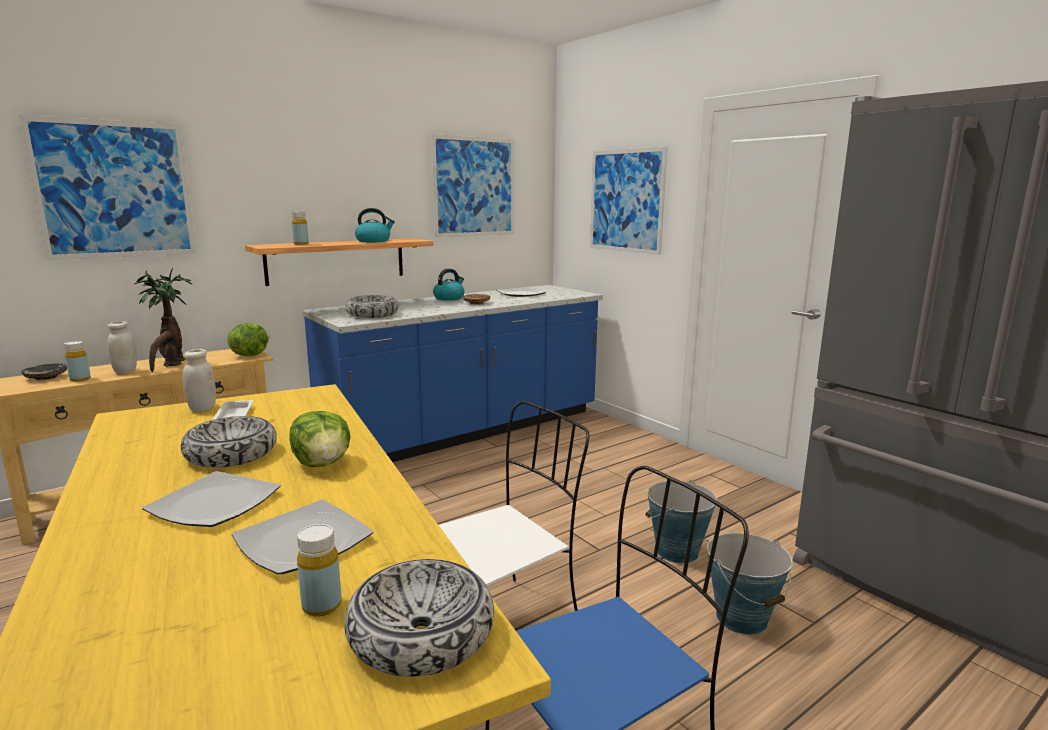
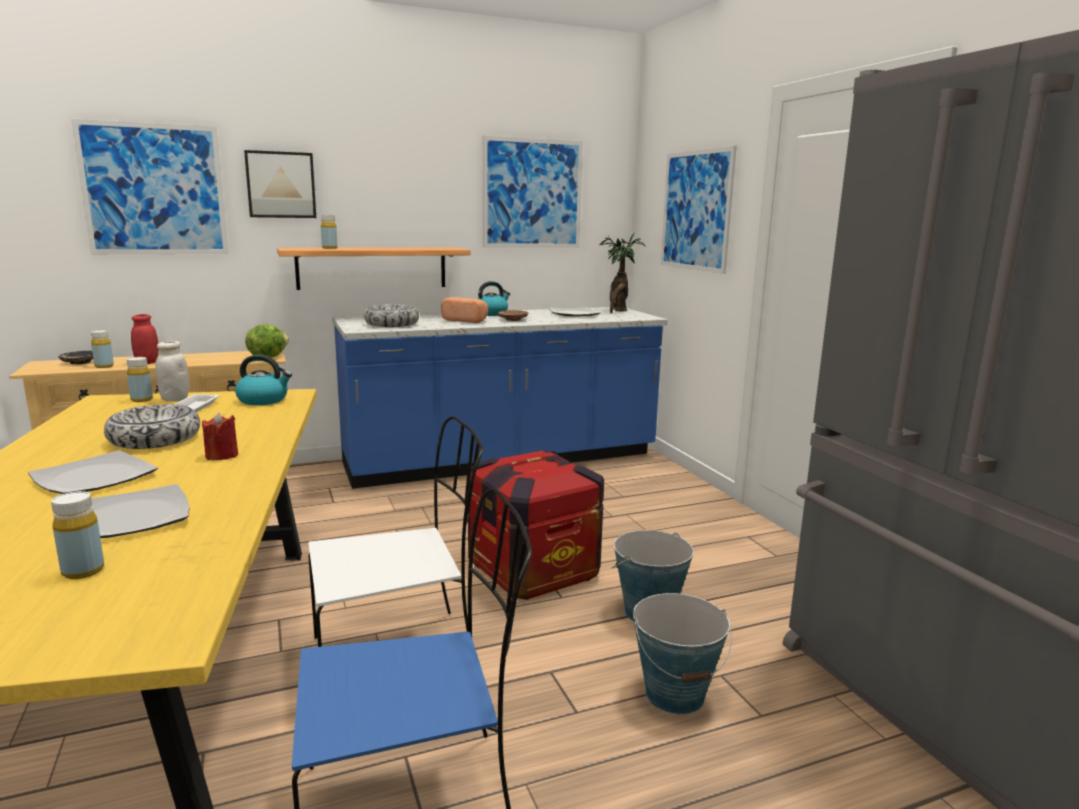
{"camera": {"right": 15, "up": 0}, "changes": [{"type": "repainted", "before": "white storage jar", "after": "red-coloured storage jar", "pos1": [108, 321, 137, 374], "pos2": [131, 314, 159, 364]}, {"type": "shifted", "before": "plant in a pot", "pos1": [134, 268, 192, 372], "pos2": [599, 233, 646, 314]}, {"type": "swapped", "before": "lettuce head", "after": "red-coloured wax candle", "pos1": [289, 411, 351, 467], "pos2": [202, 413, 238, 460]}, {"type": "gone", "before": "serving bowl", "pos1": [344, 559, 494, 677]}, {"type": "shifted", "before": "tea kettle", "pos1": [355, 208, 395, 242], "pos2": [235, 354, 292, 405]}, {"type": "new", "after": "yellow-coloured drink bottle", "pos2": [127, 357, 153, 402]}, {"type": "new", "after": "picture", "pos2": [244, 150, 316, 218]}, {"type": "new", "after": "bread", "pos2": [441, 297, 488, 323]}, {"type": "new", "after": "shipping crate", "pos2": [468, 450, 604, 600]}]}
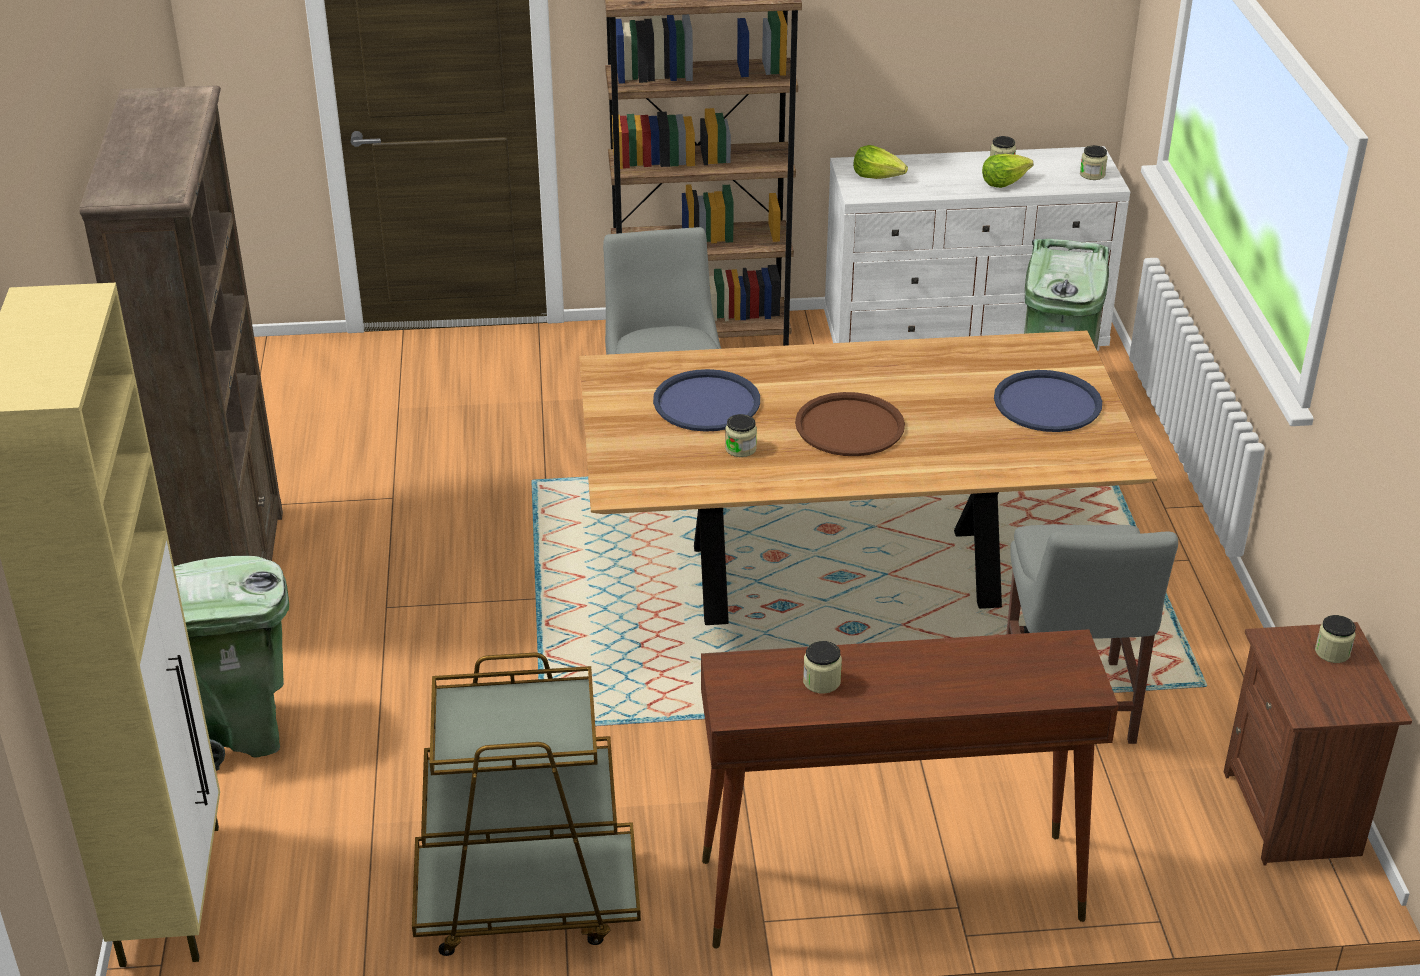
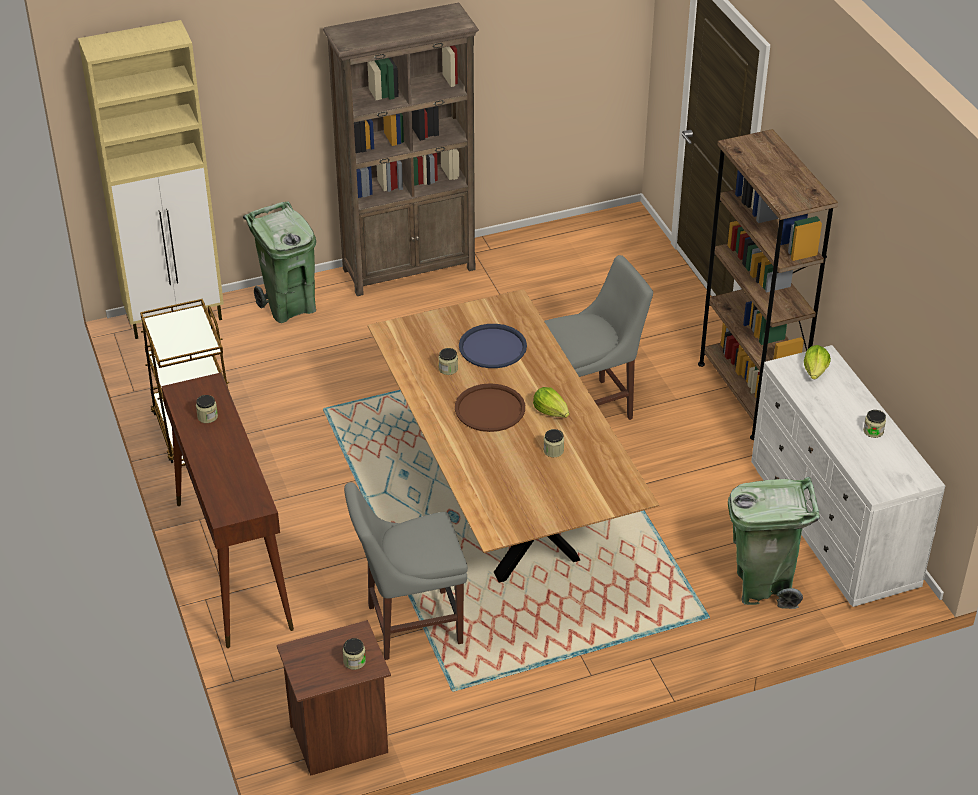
{"camera": {"right": 75, "up": 5}, "changes": [{"type": "shifted", "before": "lettuce head", "pos1": [982, 154, 1034, 188], "pos2": [533, 387, 569, 418]}, {"type": "gone", "before": "blue tray", "pos1": [994, 370, 1102, 432]}, {"type": "shifted", "before": "storage jar", "pos1": [1080, 145, 1108, 180], "pos2": [544, 429, 564, 457]}]}
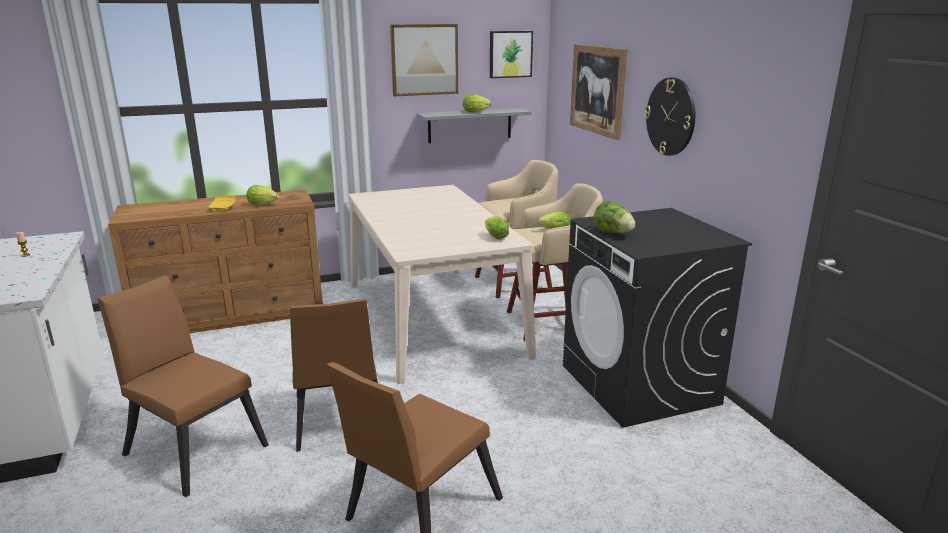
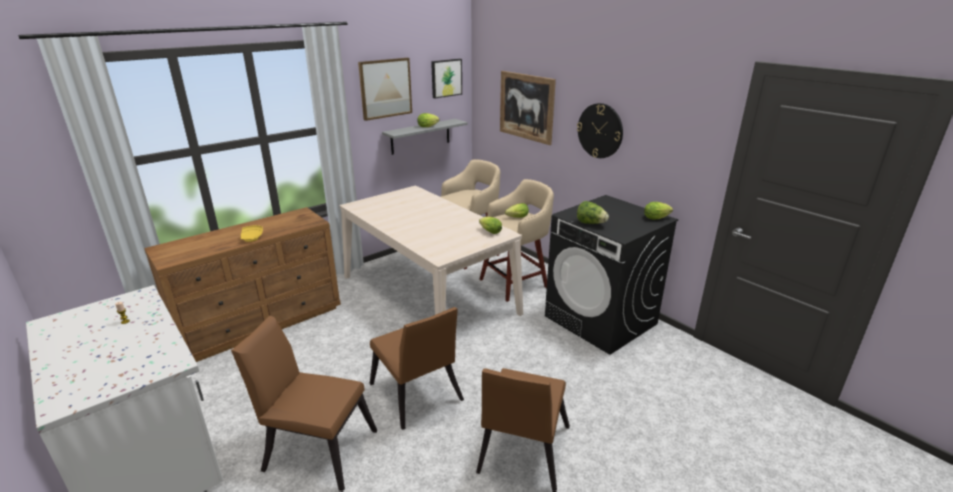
{"camera": {"right": -20, "up": 5}, "changes": [{"type": "shifted", "before": "lettuce head", "pos1": [246, 185, 279, 205], "pos2": [644, 202, 673, 219]}]}
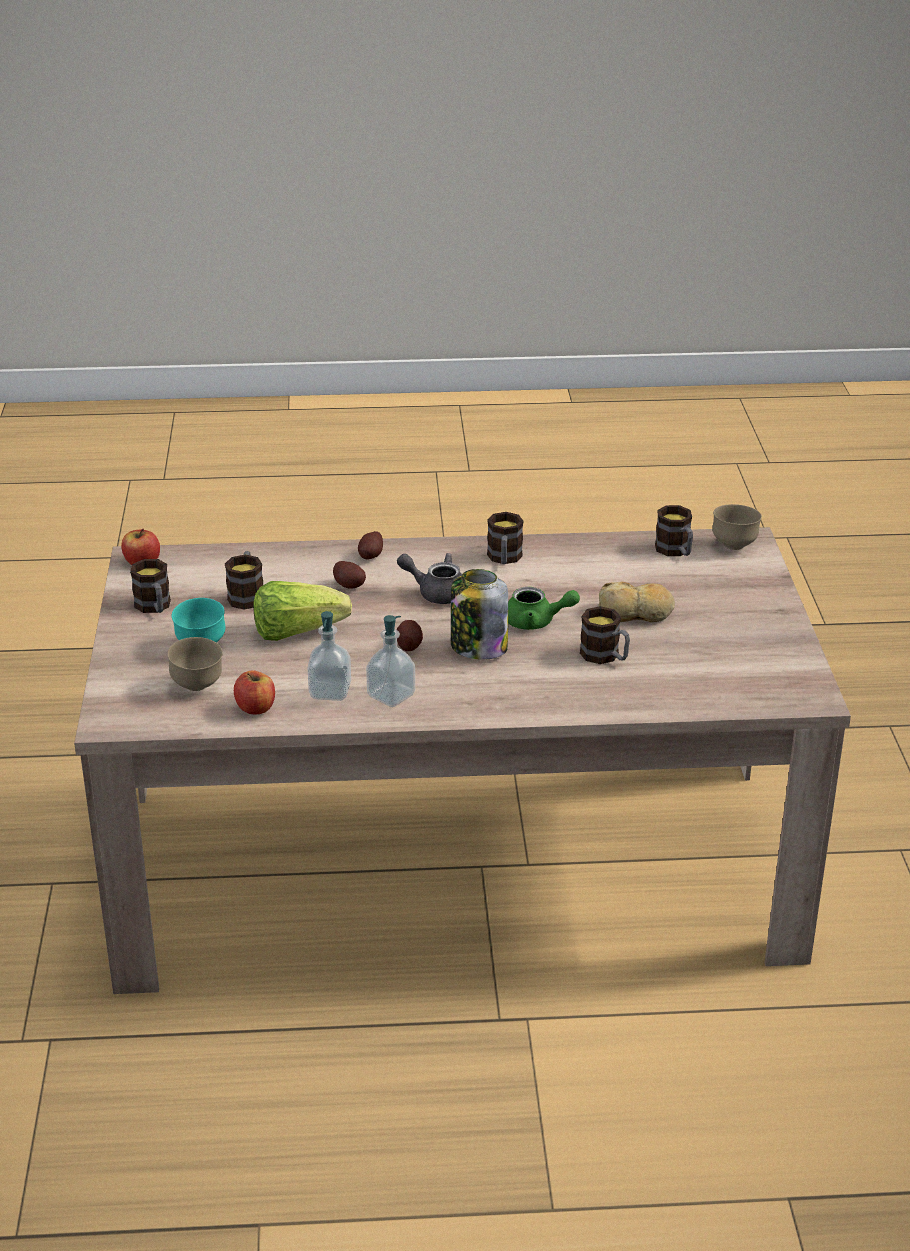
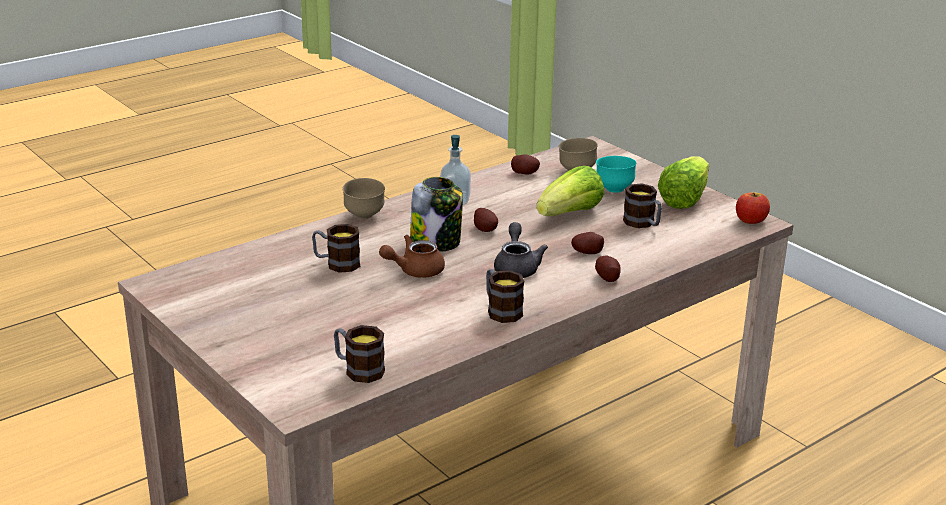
{"camera": {"right": 145, "up": -5}, "changes": [{"type": "swapped", "before": "coffee mug", "after": "lettuce head", "pos1": [130, 559, 171, 613], "pos2": [658, 156, 709, 209]}, {"type": "swapped", "before": "apple fruit", "after": "spud", "pos1": [234, 670, 275, 715], "pos2": [511, 154, 540, 175]}, {"type": "gone", "before": "liquid soap bottle", "pos1": [308, 611, 351, 701]}, {"type": "rotated", "before": "greyish pot for tea", "pos1": [397, 553, 462, 604], "pos2": [494, 222, 548, 278], "turn": -75}, {"type": "repainted", "before": "green pot for tea", "after": "brown pot for tea", "pos1": [508, 587, 580, 630], "pos2": [379, 235, 445, 278]}, {"type": "gone", "before": "bread", "pos1": [598, 582, 675, 622]}, {"type": "shifted", "before": "brown serving bowl", "pos1": [712, 504, 762, 550], "pos2": [342, 178, 385, 219]}]}
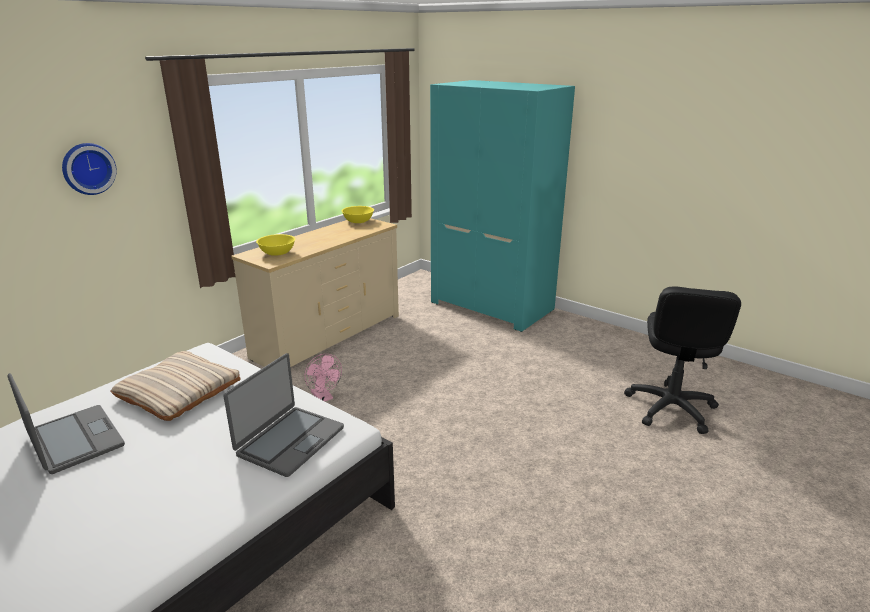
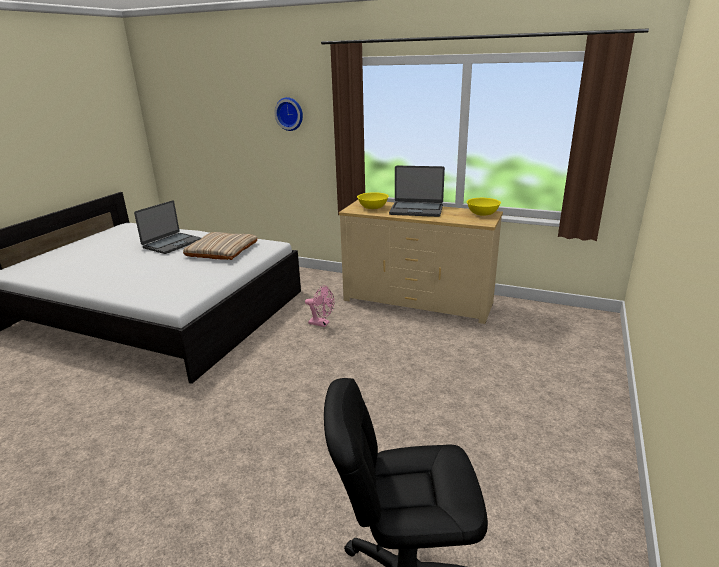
{"camera": {"right": 75, "up": 0}, "changes": [{"type": "shifted", "before": "portable computer", "pos1": [223, 353, 344, 477], "pos2": [389, 166, 445, 217]}, {"type": "rotated", "before": "pink cooling fan", "pos1": [304, 354, 342, 401], "pos2": [305, 285, 334, 327], "turn": -105}, {"type": "gone", "before": "blue-green clothes cupboard", "pos1": [430, 80, 575, 332]}]}
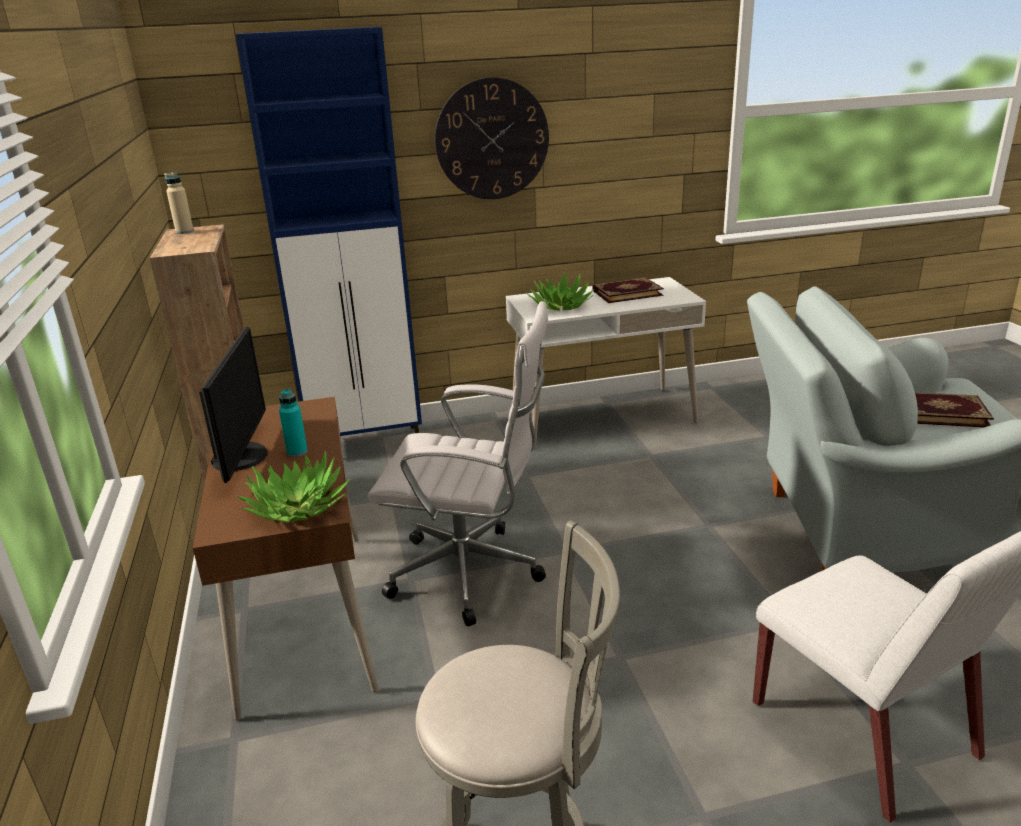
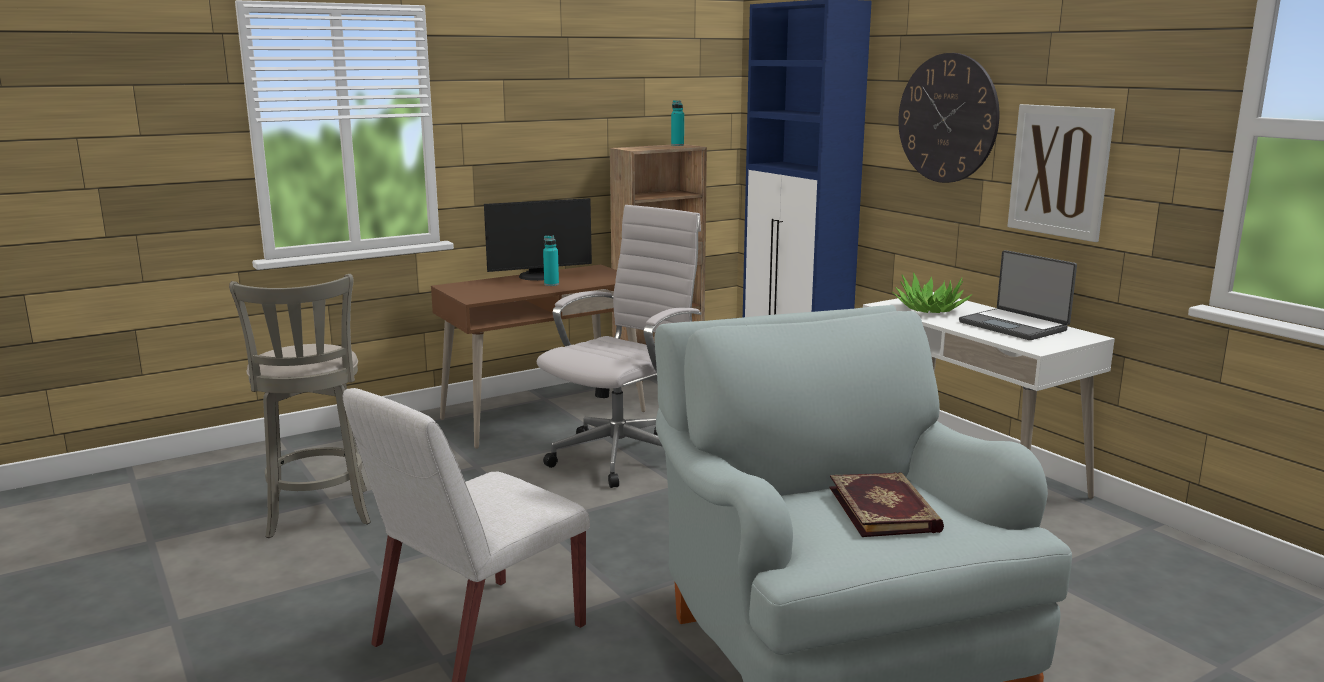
{"camera": {"right": 70, "up": -10}, "changes": [{"type": "repainted", "before": "sand-coloured drink bottle", "after": "blue-green drink bottle", "pos1": [164, 172, 194, 234], "pos2": [671, 100, 684, 146]}, {"type": "gone", "before": "plant in a pot", "pos1": [237, 451, 351, 523]}, {"type": "rotated", "before": "white office chair", "pos1": [367, 301, 548, 626], "pos2": [537, 205, 701, 488], "turn": -135}, {"type": "swapped", "before": "bound book", "after": "portable computer", "pos1": [592, 278, 664, 303], "pos2": [959, 250, 1077, 340]}, {"type": "new", "after": "picture", "pos2": [1007, 104, 1115, 242]}]}
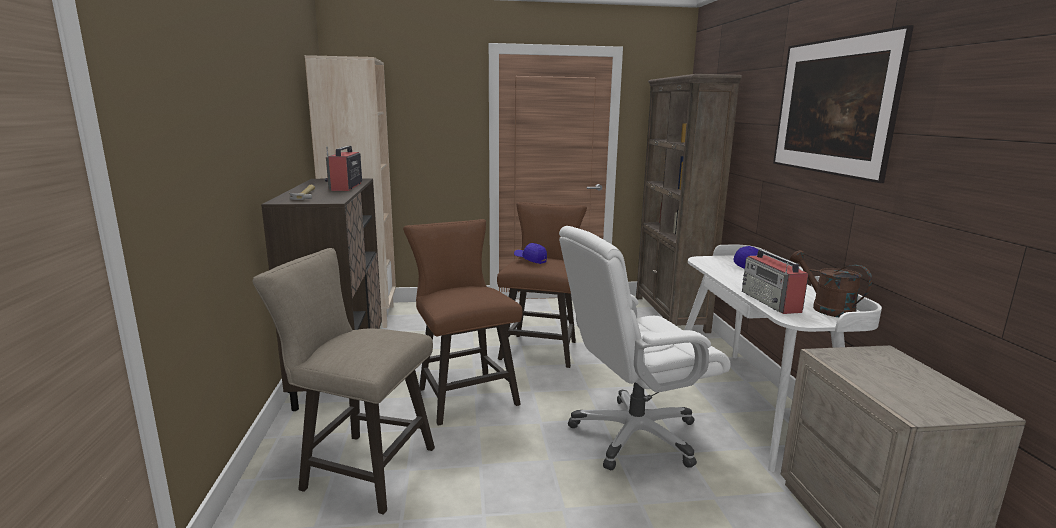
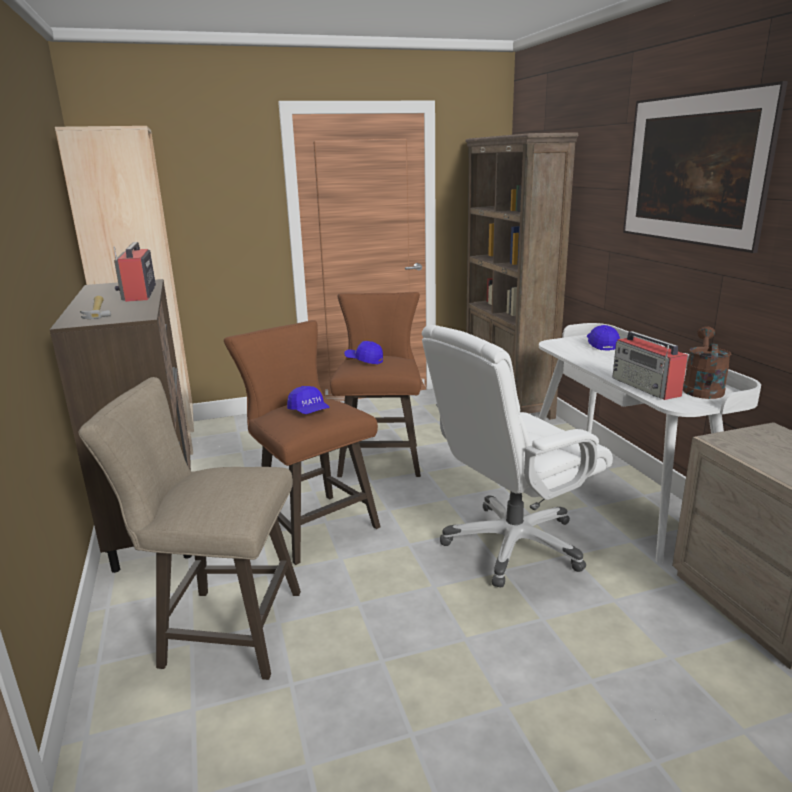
{"camera": {"right": -10, "up": 5}, "changes": [{"type": "rotated", "before": "brown watering pot", "pos1": [790, 250, 872, 317], "pos2": [683, 326, 732, 399], "turn": 60}, {"type": "new", "after": "blue baseball cap", "pos2": [287, 386, 330, 414]}]}
